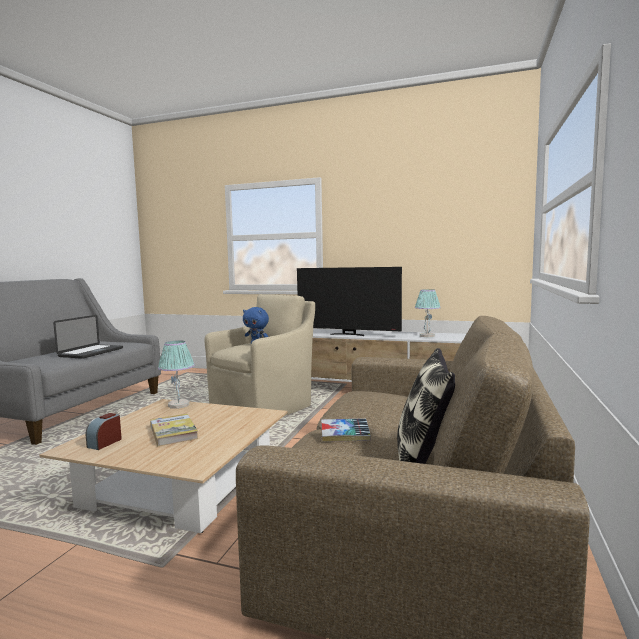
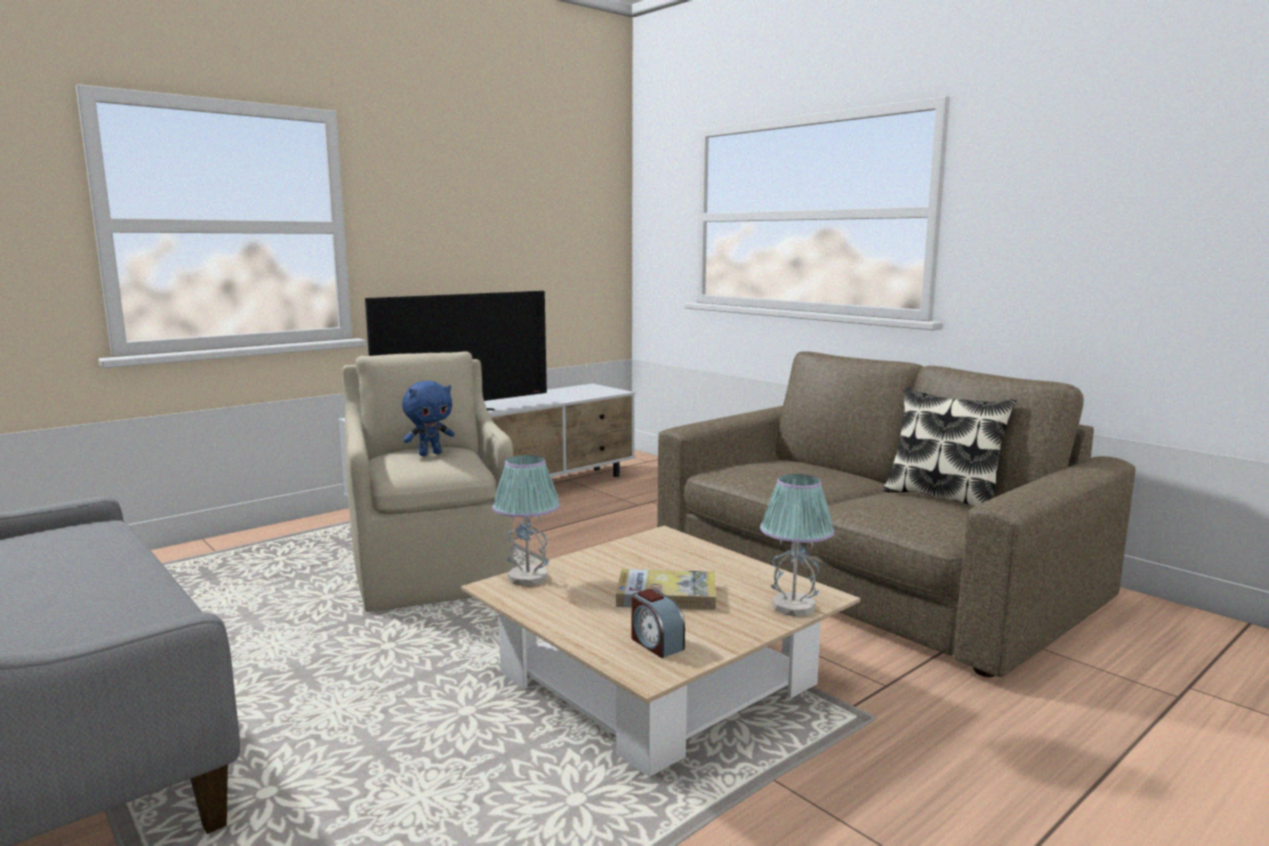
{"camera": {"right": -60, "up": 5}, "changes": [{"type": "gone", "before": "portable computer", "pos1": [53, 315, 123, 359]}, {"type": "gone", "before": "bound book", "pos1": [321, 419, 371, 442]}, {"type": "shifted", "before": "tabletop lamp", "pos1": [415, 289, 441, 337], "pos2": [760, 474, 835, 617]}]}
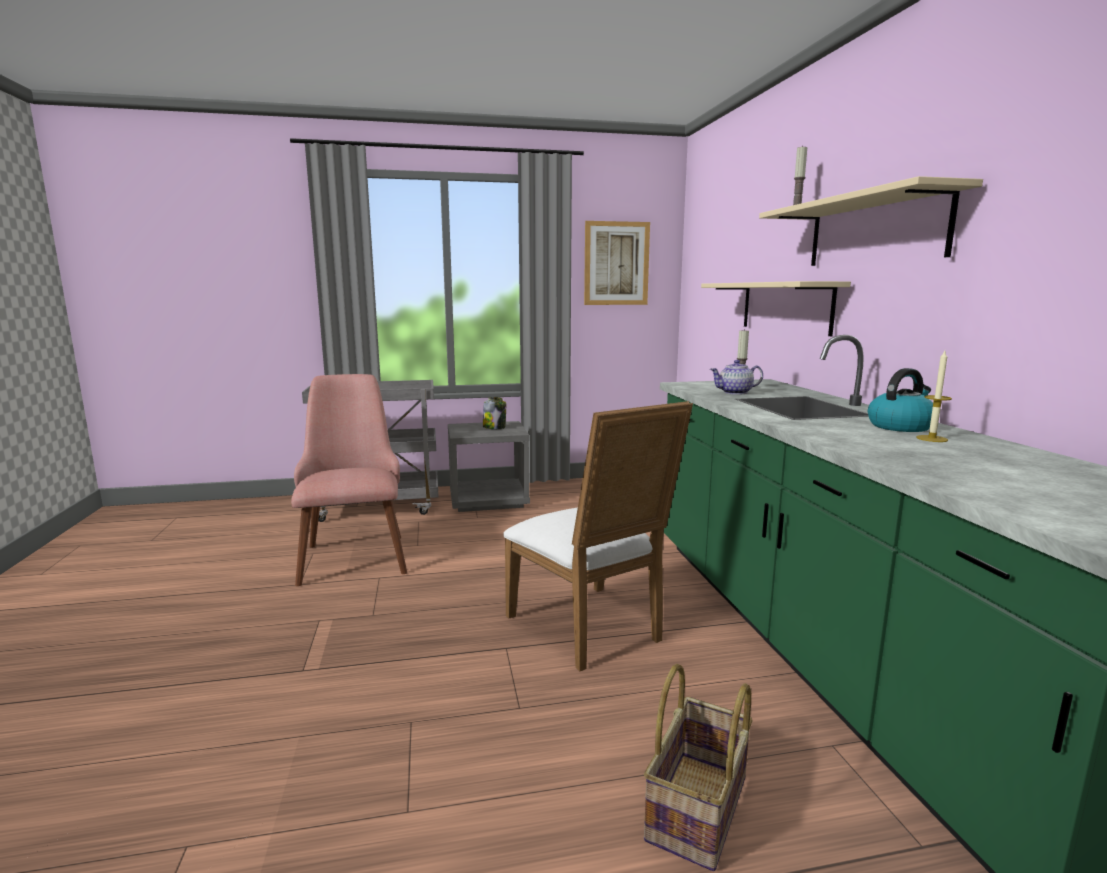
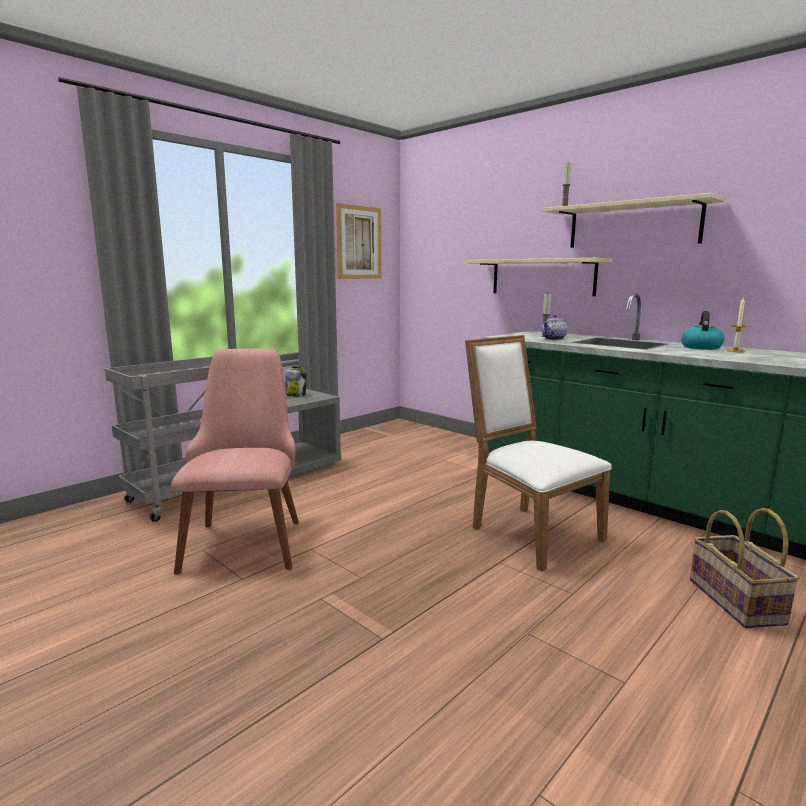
{"camera": {"right": -35, "up": 0}, "changes": [{"type": "rotated", "before": "pink upright chair", "pos1": [291, 374, 407, 586], "pos2": [171, 349, 299, 575], "turn": 45}, {"type": "rotated", "before": "white upright chair", "pos1": [503, 401, 693, 671], "pos2": [465, 335, 612, 571], "turn": -150}]}
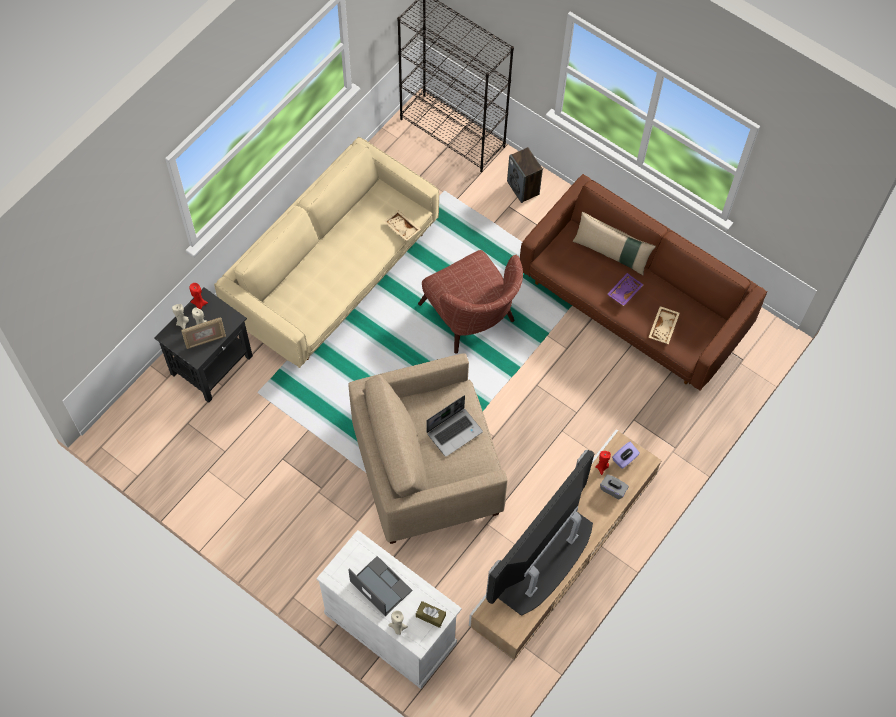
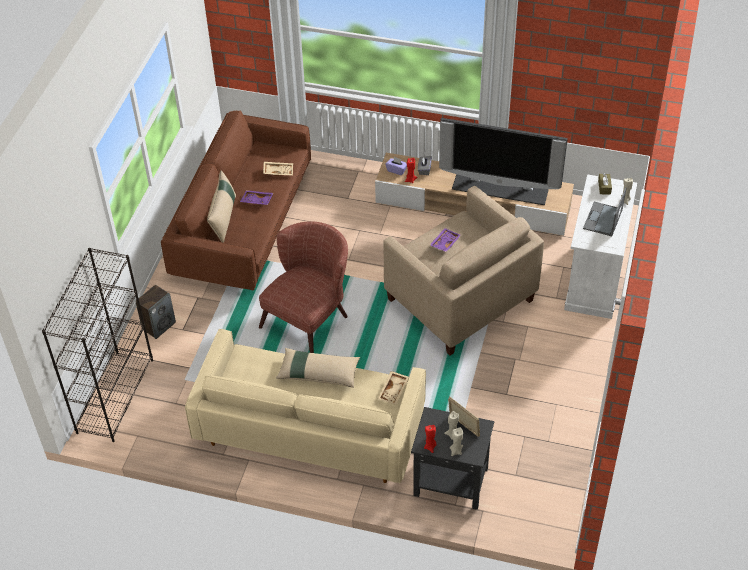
{"camera": {"right": -110, "up": -15}, "changes": [{"type": "shifted", "before": "sand-coloured tray", "pos1": [383, 211, 421, 241], "pos2": [378, 371, 409, 405]}, {"type": "swapped", "before": "portable computer", "after": "purple-coloured tray", "pos1": [426, 395, 483, 457], "pos2": [430, 228, 461, 252]}, {"type": "new", "after": "sand-coloured throw pillow", "pos2": [276, 348, 360, 388]}]}
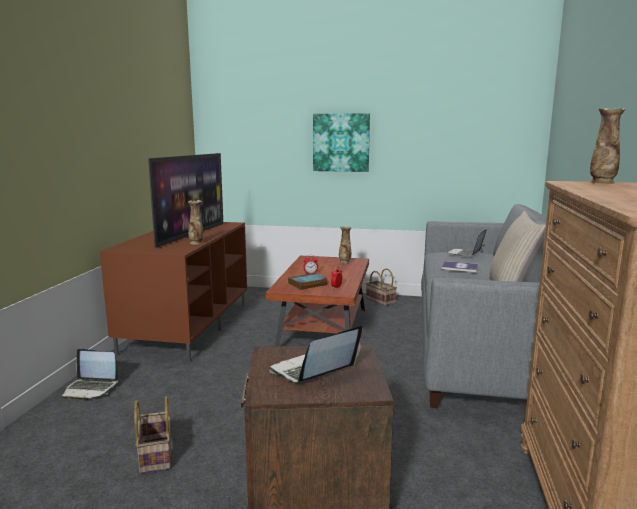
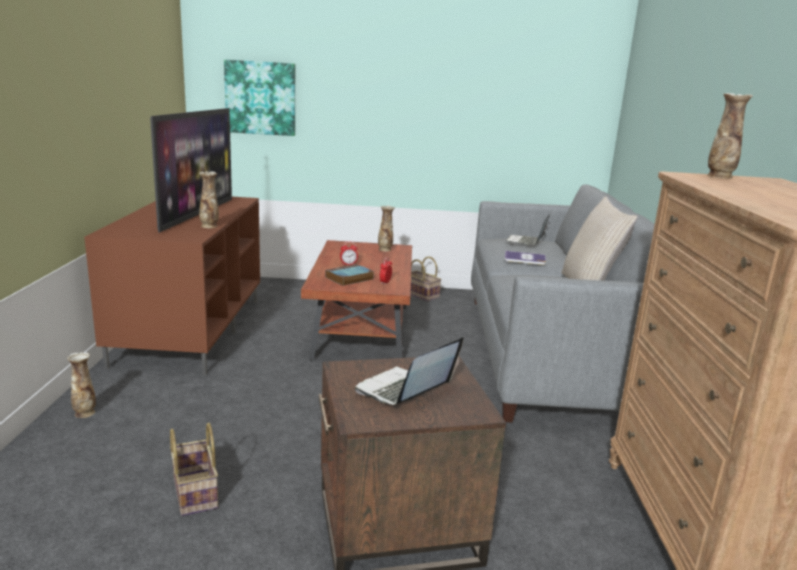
{"camera": {"right": -10, "up": 5}, "changes": [{"type": "swapped", "before": "portable computer", "after": "vase", "pos1": [62, 349, 118, 400], "pos2": [67, 352, 96, 418]}, {"type": "shifted", "before": "picture", "pos1": [313, 113, 370, 172], "pos2": [224, 60, 295, 136]}]}
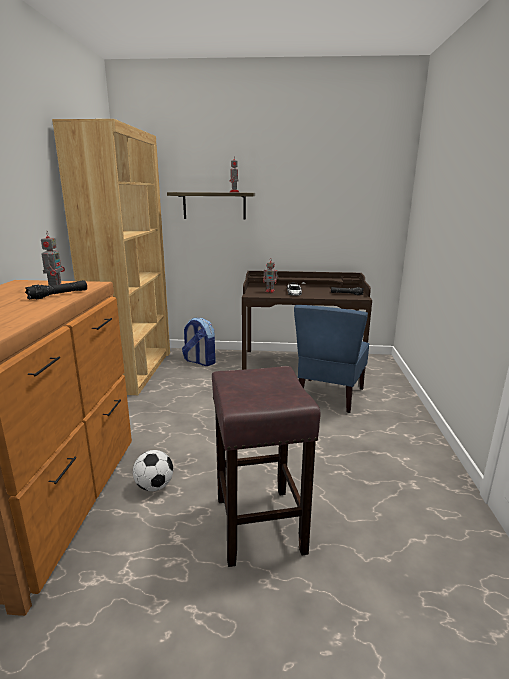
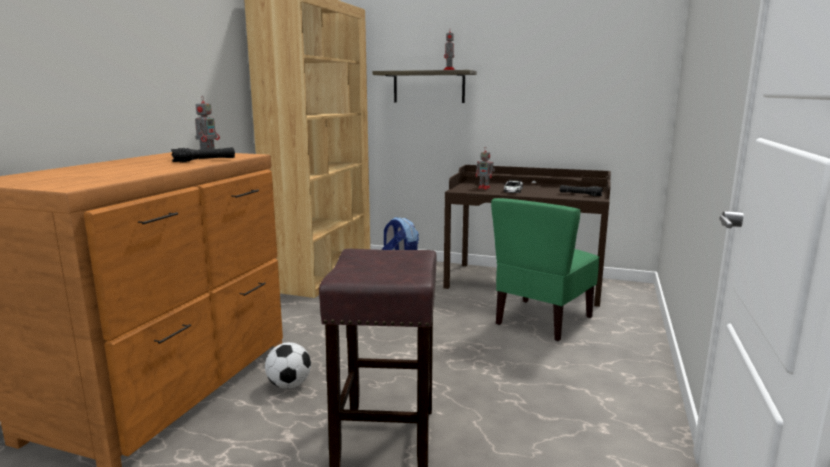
{"camera": {"right": 15, "up": -5}, "changes": [{"type": "repainted", "before": "blue upright chair", "after": "green upright chair", "pos1": [294, 305, 369, 413], "pos2": [491, 198, 600, 341]}]}
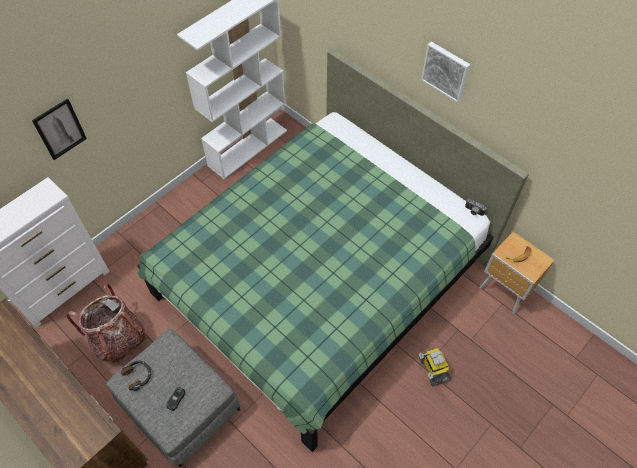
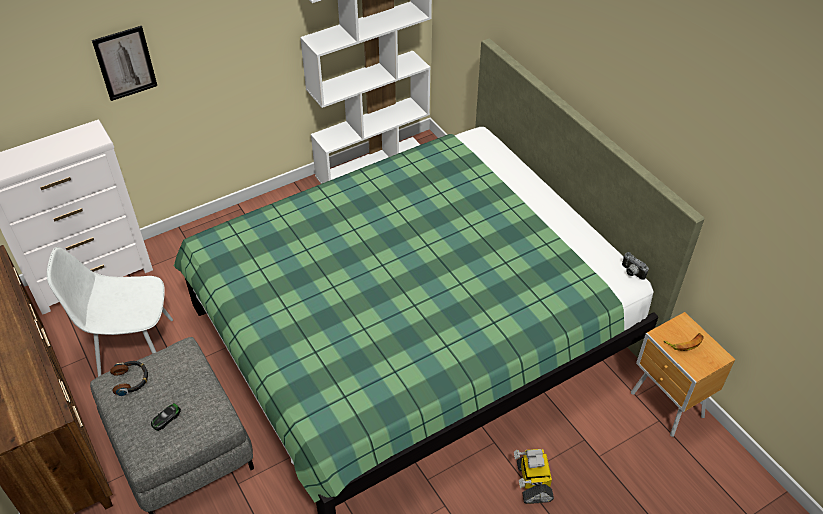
{"camera": {"right": 15, "up": -10}, "changes": [{"type": "swapped", "before": "knapsack", "after": "white upright chair", "pos1": [67, 284, 145, 362], "pos2": [47, 247, 173, 377]}, {"type": "gone", "before": "picture", "pos1": [421, 42, 470, 103]}]}
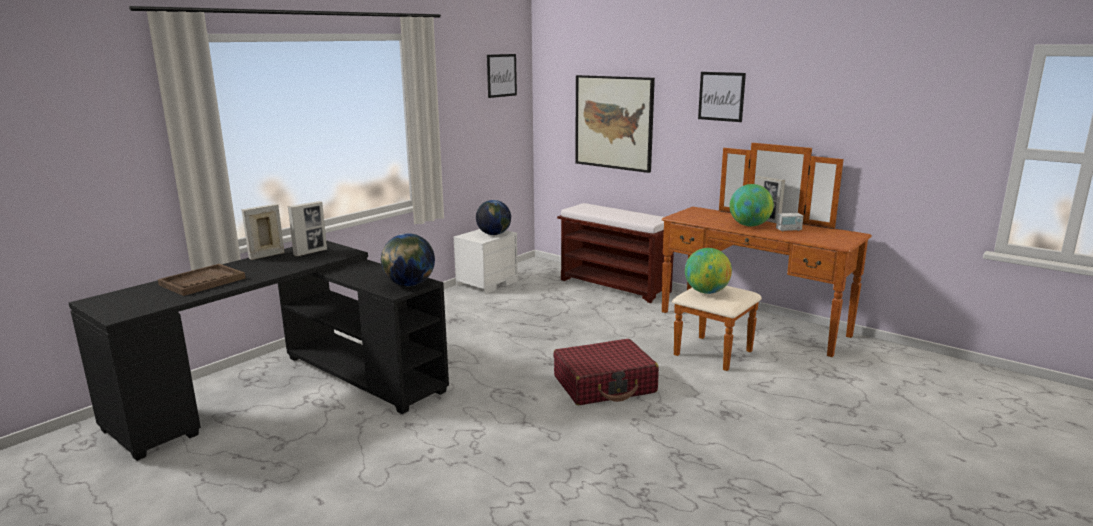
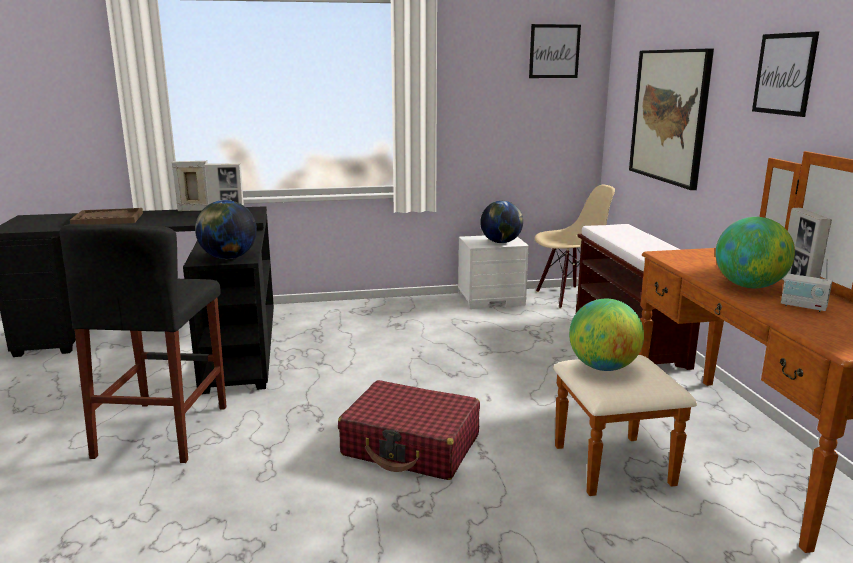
{"camera": {"right": 40, "up": 0}, "changes": [{"type": "new", "after": "black-coloured stool seat", "pos2": [59, 224, 227, 463]}, {"type": "new", "after": "sand-coloured upright chair", "pos2": [535, 185, 615, 308]}]}
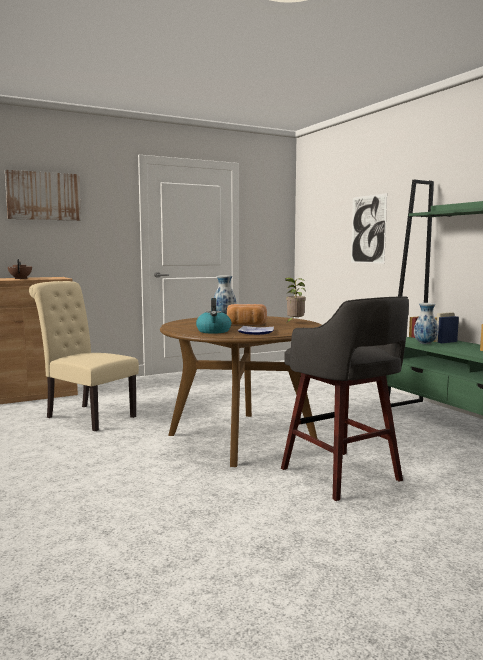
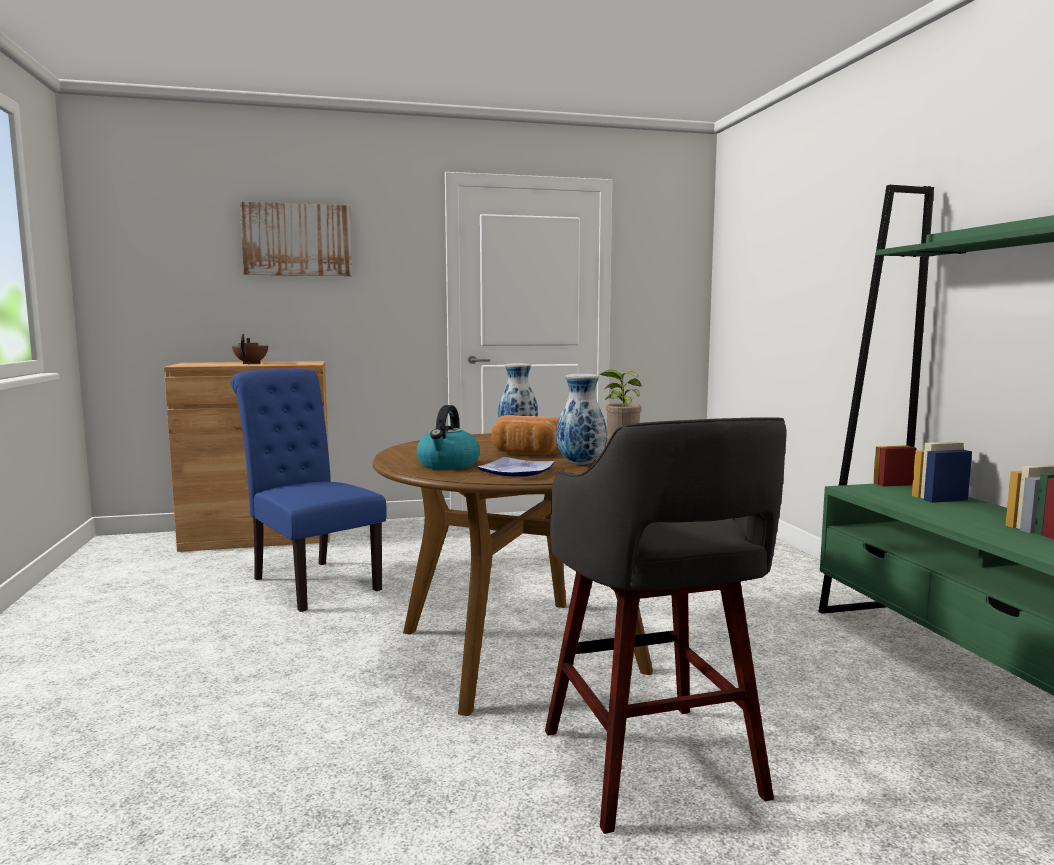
{"camera": {"right": 15, "up": 0}, "changes": [{"type": "repainted", "before": "sand-coloured upright chair", "after": "blue upright chair", "pos1": [29, 281, 139, 431], "pos2": [231, 368, 387, 612]}, {"type": "gone", "before": "picture", "pos1": [351, 193, 387, 264]}, {"type": "shifted", "before": "vase", "pos1": [414, 303, 438, 344], "pos2": [556, 374, 607, 465]}]}
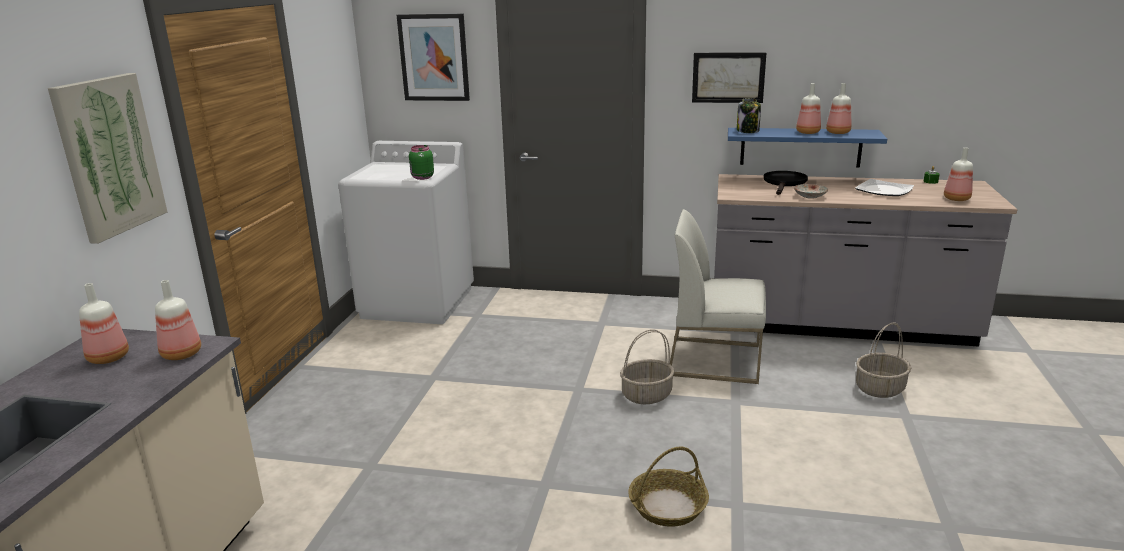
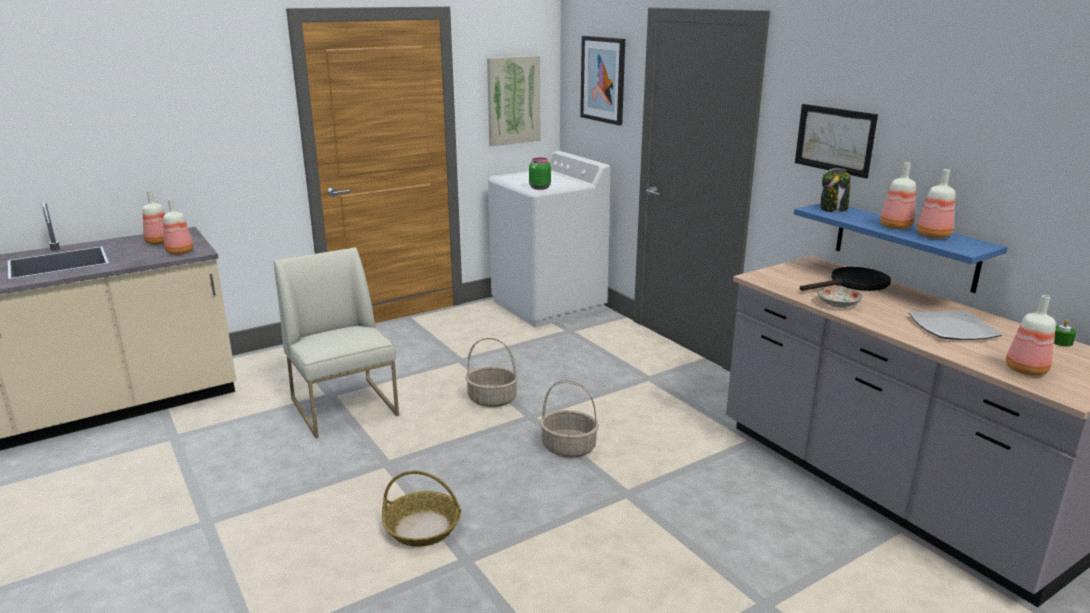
{"camera": {"right": 45, "up": 0}, "changes": [{"type": "shifted", "before": "picture", "pos1": [48, 73, 167, 244], "pos2": [487, 56, 540, 146]}, {"type": "shifted", "before": "white upright chair", "pos1": [670, 209, 766, 384], "pos2": [274, 247, 399, 438]}, {"type": "shifted", "before": "basket", "pos1": [856, 322, 911, 398], "pos2": [465, 338, 518, 407]}]}
